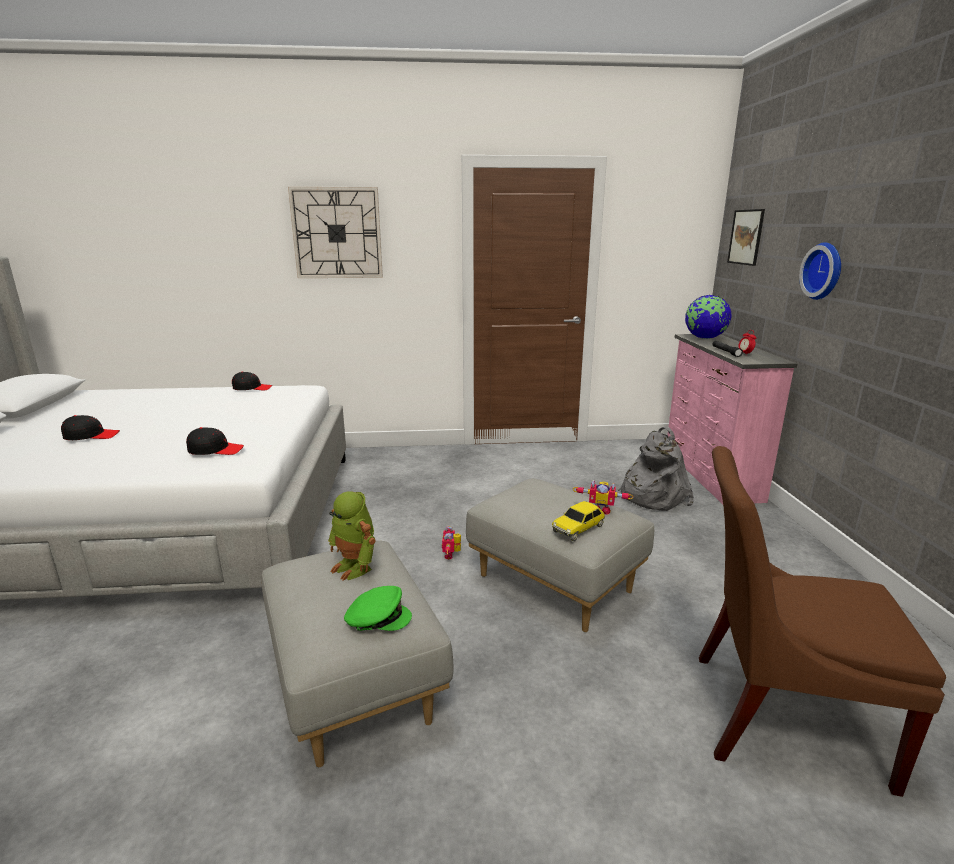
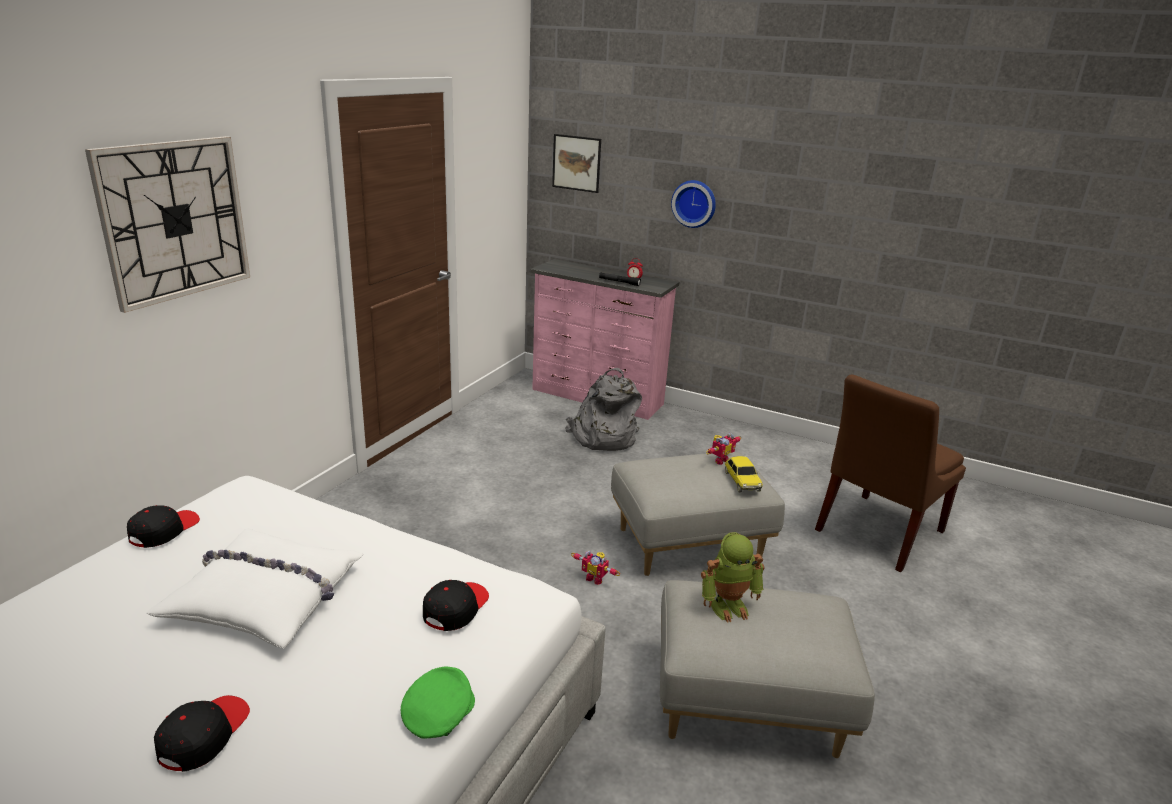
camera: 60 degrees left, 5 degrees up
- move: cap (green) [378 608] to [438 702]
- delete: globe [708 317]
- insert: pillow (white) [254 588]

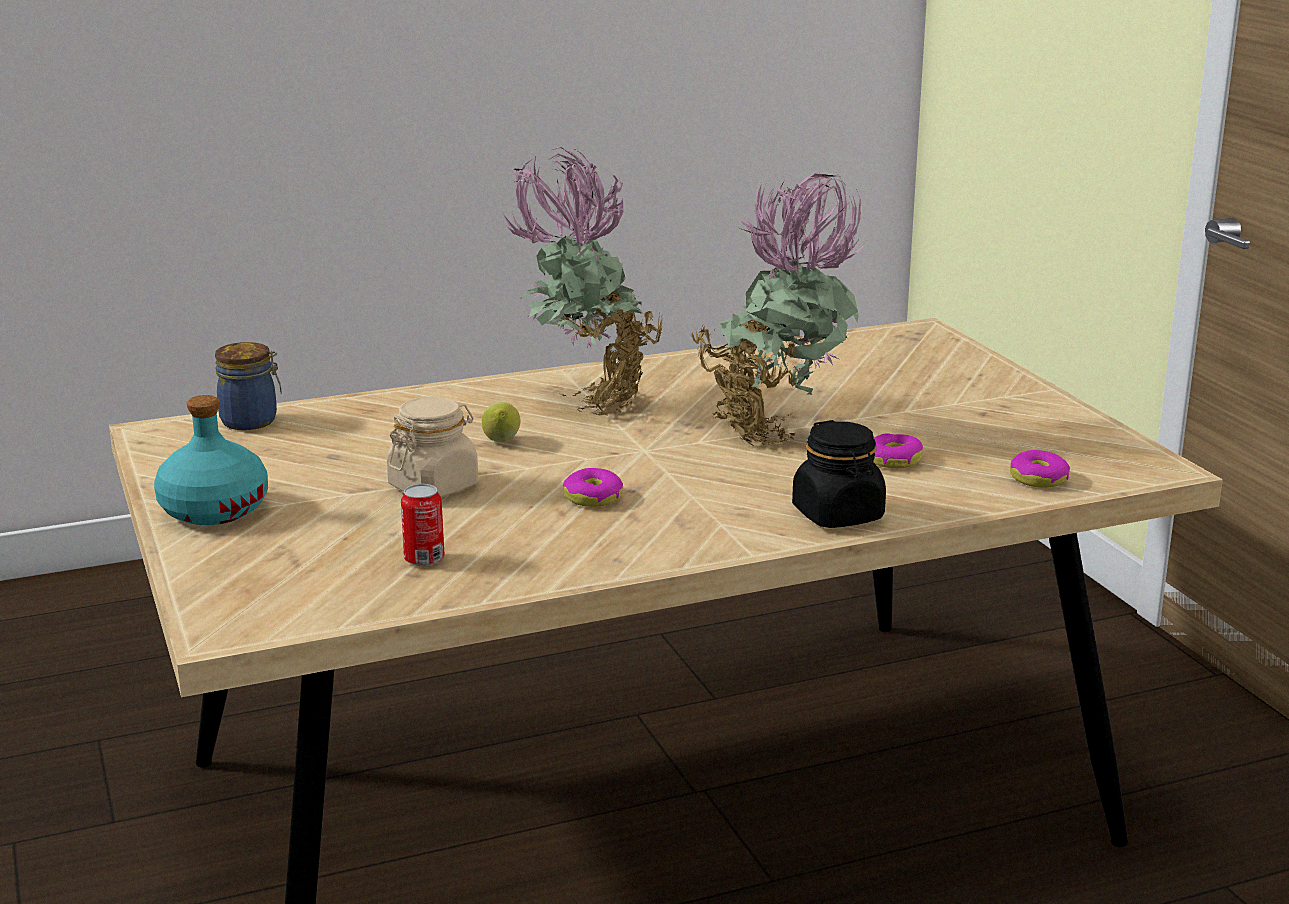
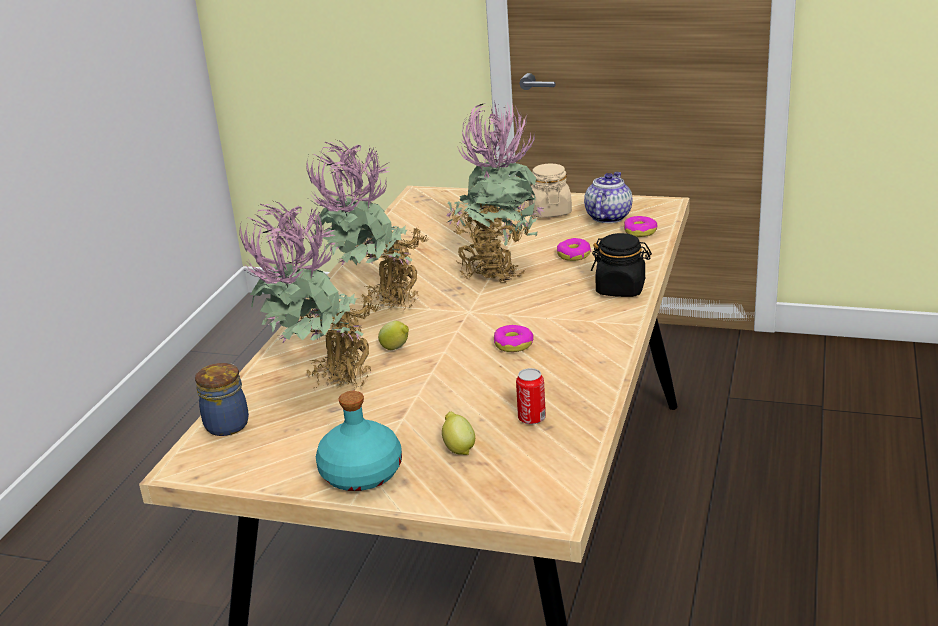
camera: 50 degrees left, 5 degrees up
- move: jar (beige) [432 447] to [550 191]
- insert: potted plant [309 295]
- insert: lemon [458 433]
- insert: teapot [608 197]

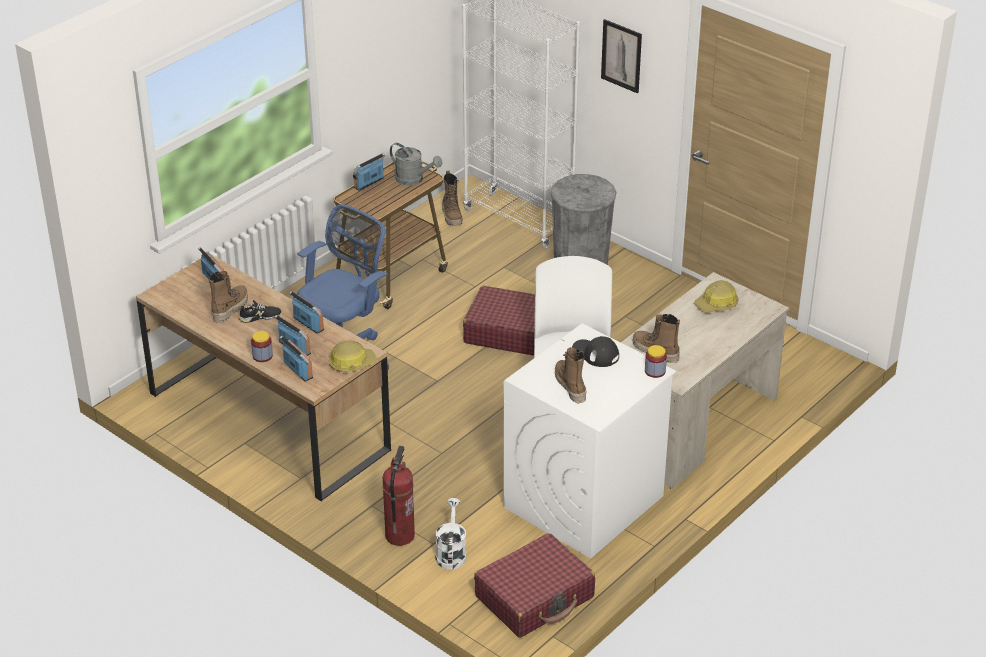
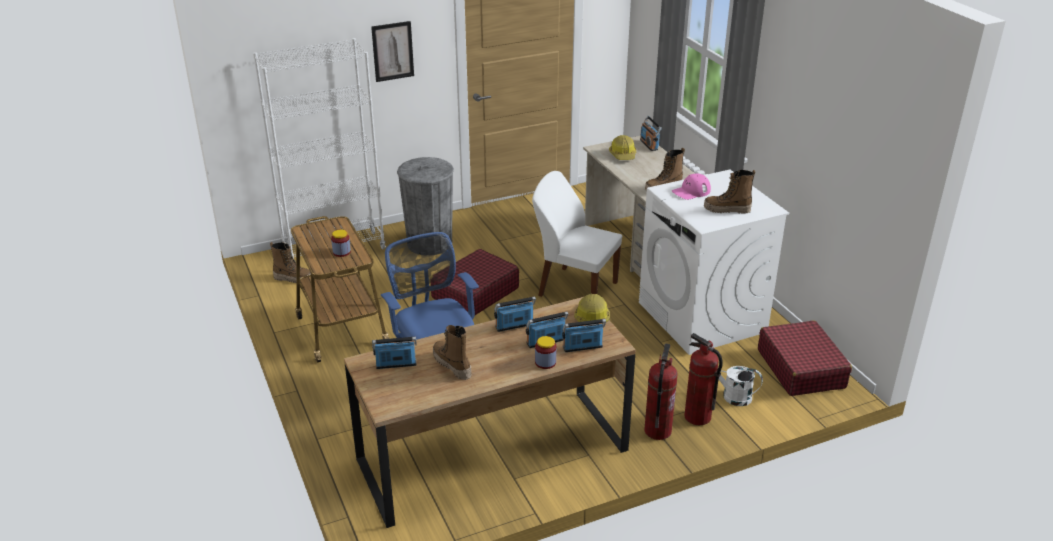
camera: 65 degrees left, 5 degrees down
- delete: shoe (black) [260 311]
- move: radio [369 172] to [651 133]
- delete: watering can (grey) [416 164]
- recolor: cap (black) [595 351] to cap (pink) [691 186]
- move: jar [656 361] to [341 243]
- insert: fire extinguisher [660 392]

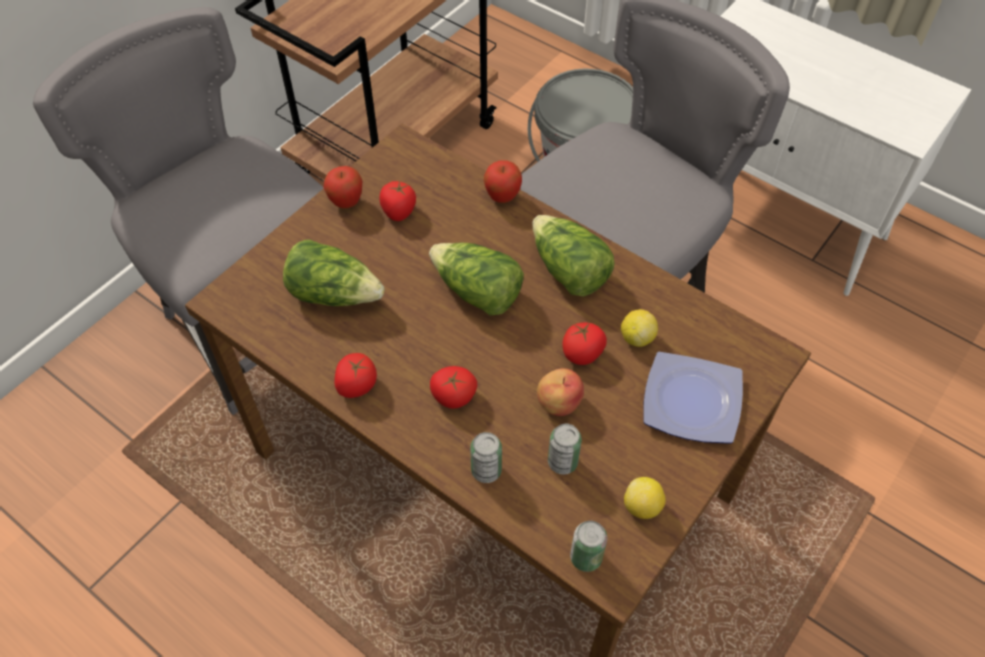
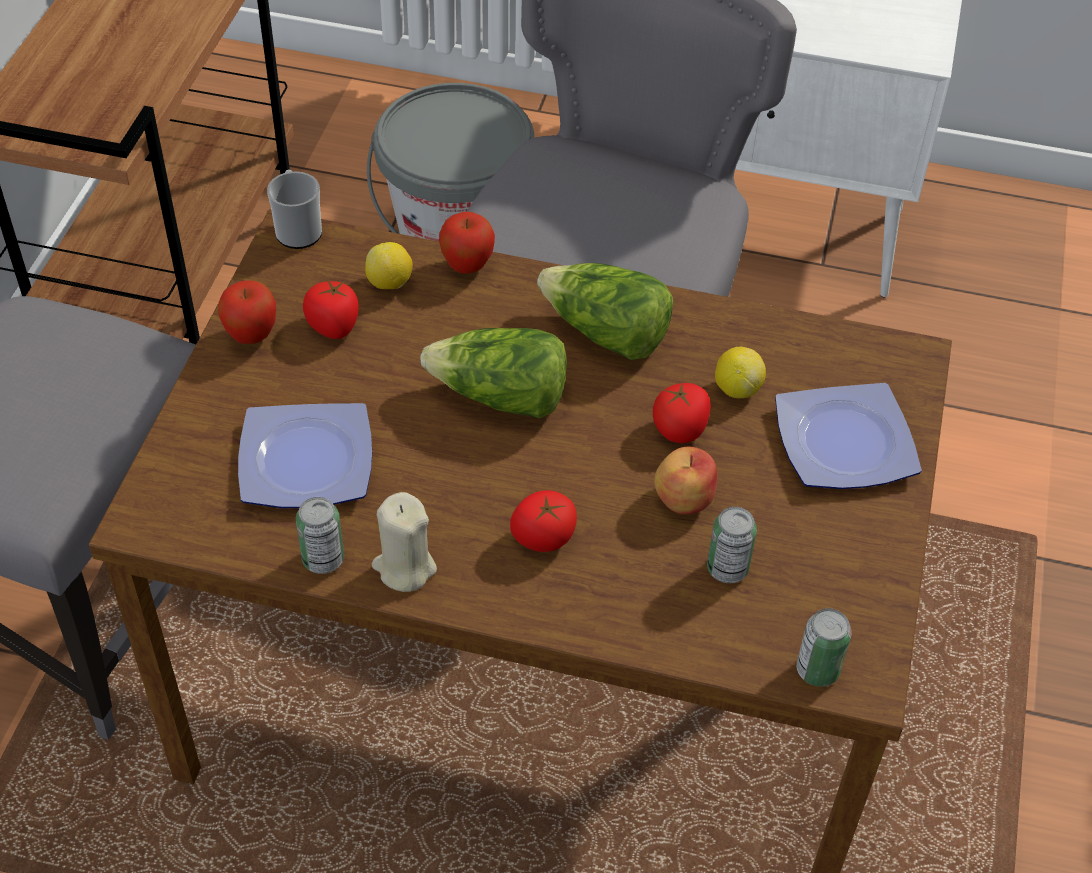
camera: 25 degrees left, 5 degrees down
- replace: lettuce [334 273] to plate [305 455]
- replace: tomato [355 375] to candle (beige) [404 542]
- move: can [486 457] to [320 535]
- move: lemon [645 498] to [389 265]
- insert: mug [294 209]

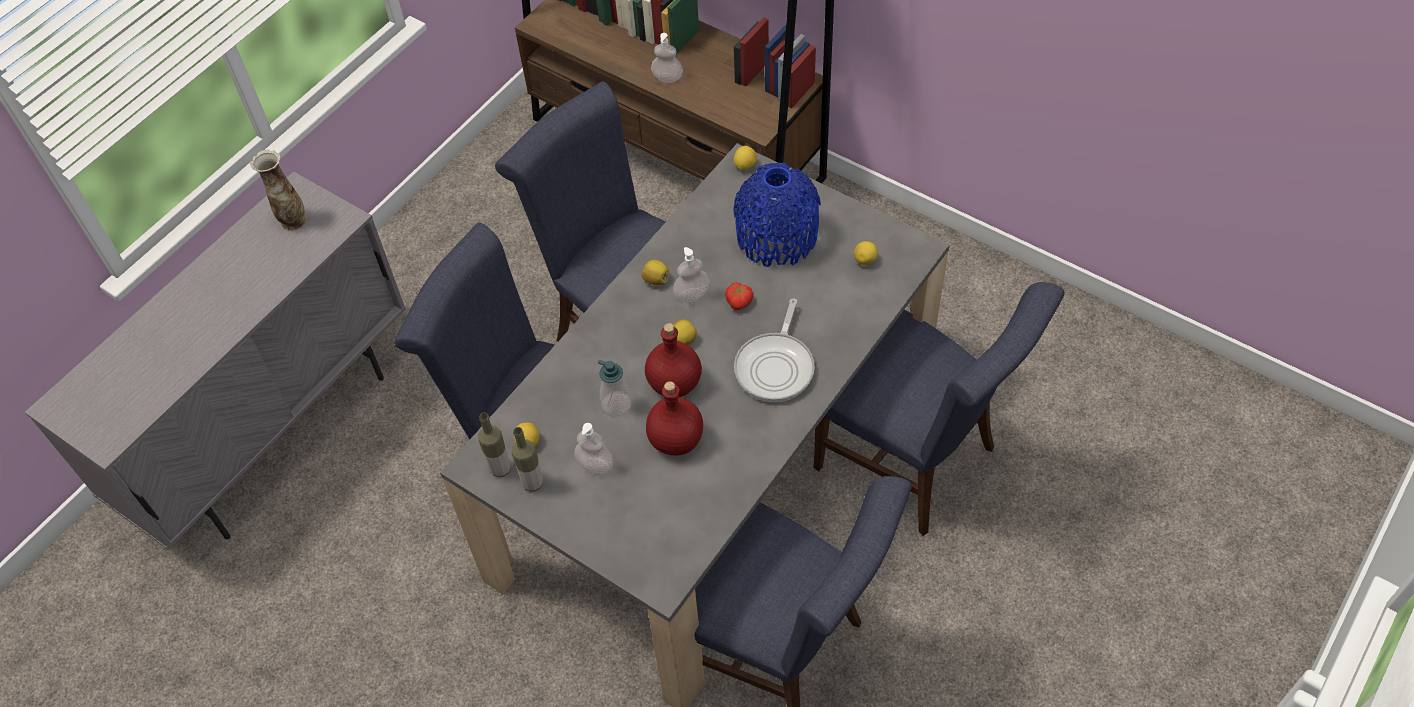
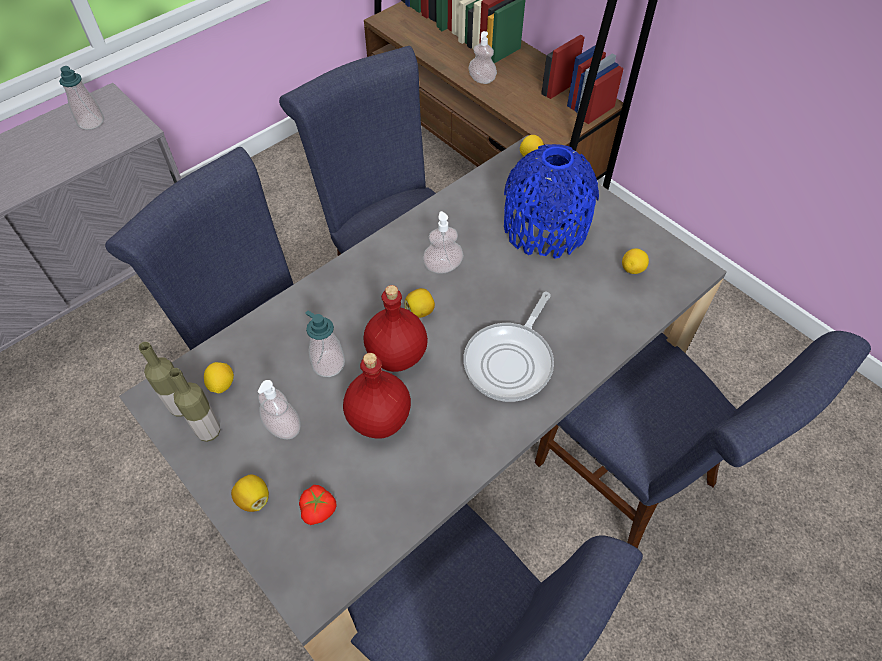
camera: 10 degrees right, 0 degrees up
- replace: vase [278 190] to soap dispenser [81 98]
- move: lemon [655 273] to [250 493]
- move: tomato [739 296] to [318 505]

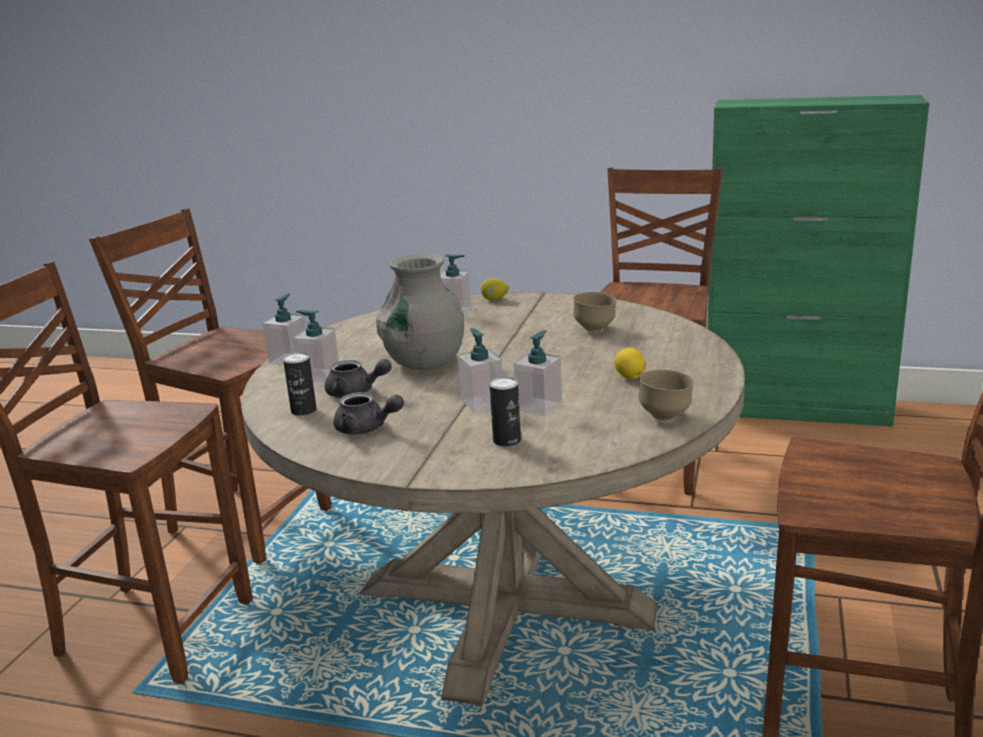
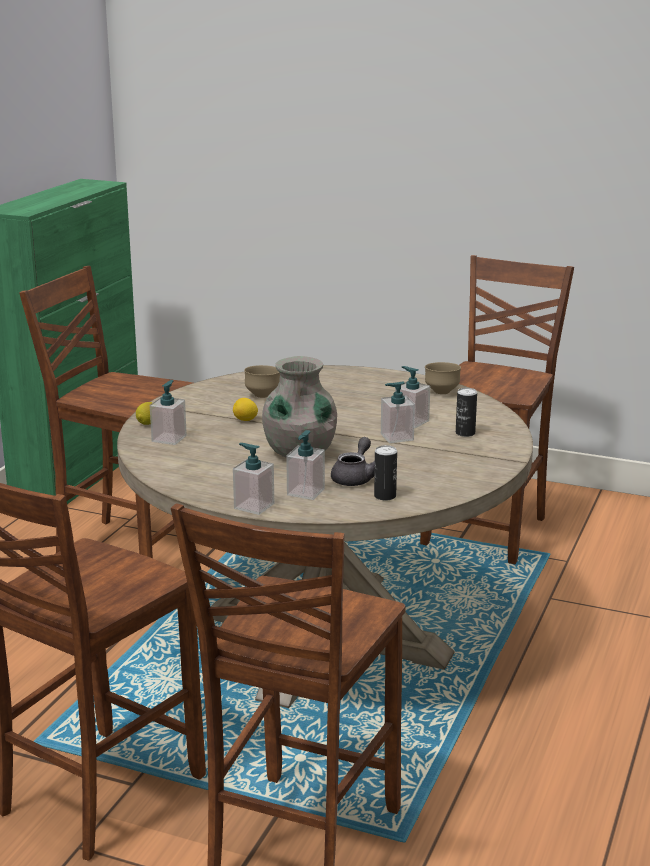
camera: 85 degrees left, 0 degrees up
- delete: teapot (grey) [369 413]
- move: lemon [629 363] to [245 409]

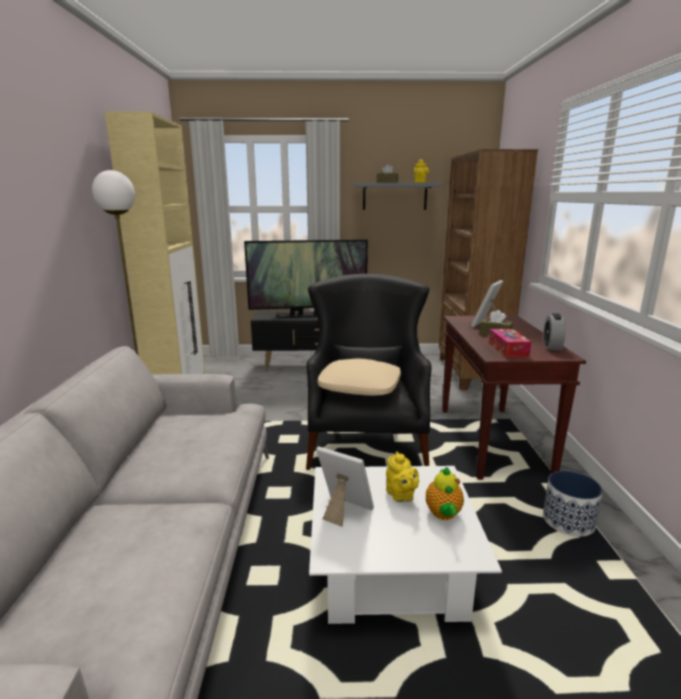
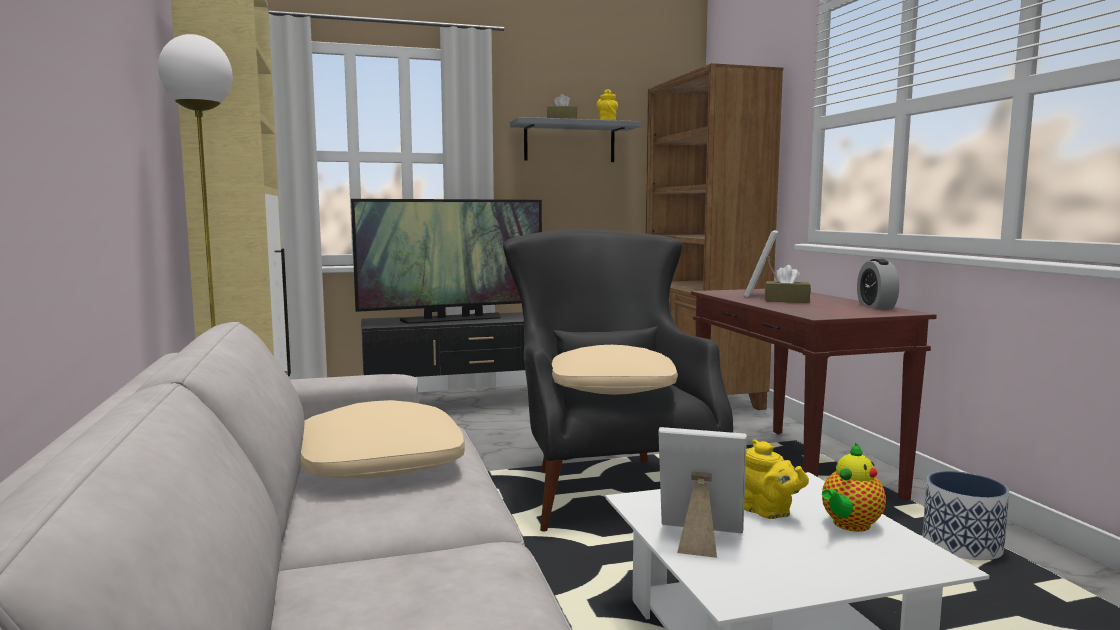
camera: 15 degrees left, 10 degrees down
- rotate: teapot [445 493] = [854 487] 60 degrees clockwise
- delete: tissue box [510 343]
- insert: pillow (beige) [383 439]

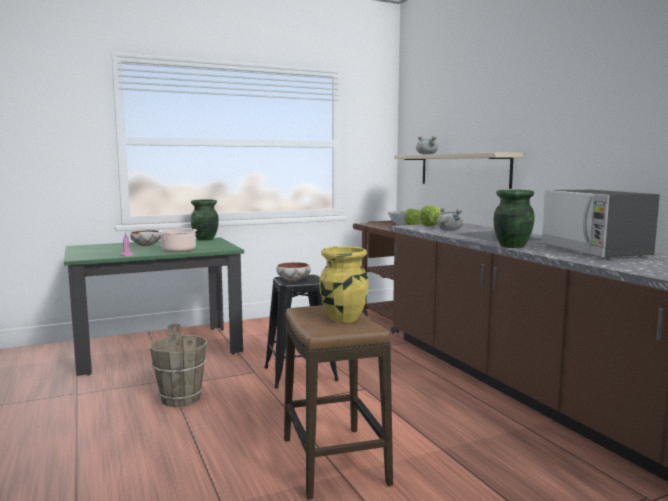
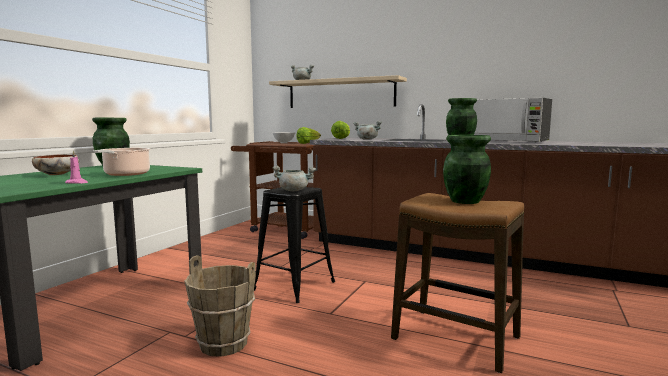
camera: 40 degrees left, 0 degrees up
- replace: bowl [293 272] to cooking pot (grey) [294 178]
- recolor: vase (yellow) [344 284] to vase (green) [467 169]

